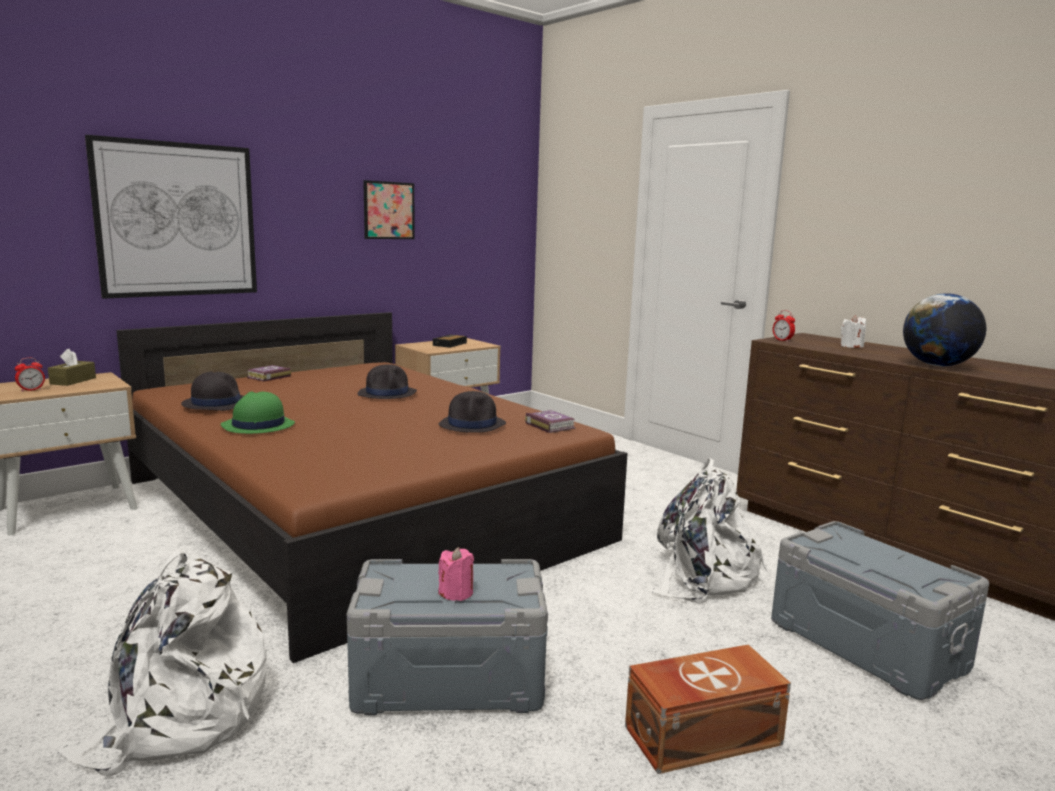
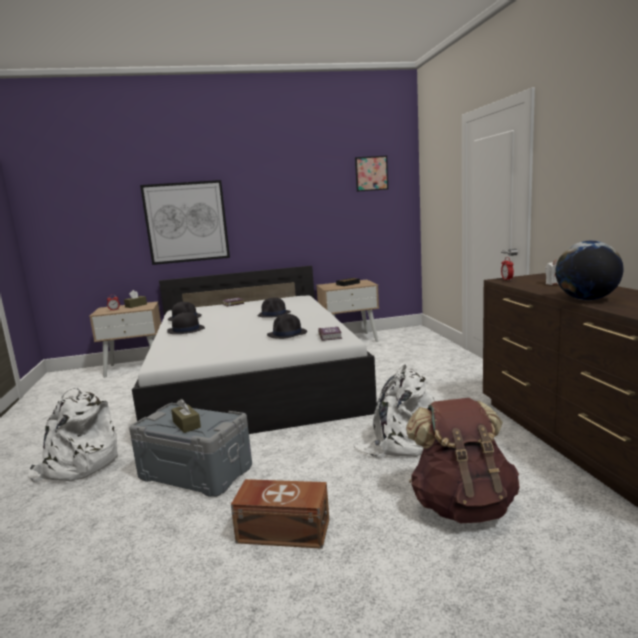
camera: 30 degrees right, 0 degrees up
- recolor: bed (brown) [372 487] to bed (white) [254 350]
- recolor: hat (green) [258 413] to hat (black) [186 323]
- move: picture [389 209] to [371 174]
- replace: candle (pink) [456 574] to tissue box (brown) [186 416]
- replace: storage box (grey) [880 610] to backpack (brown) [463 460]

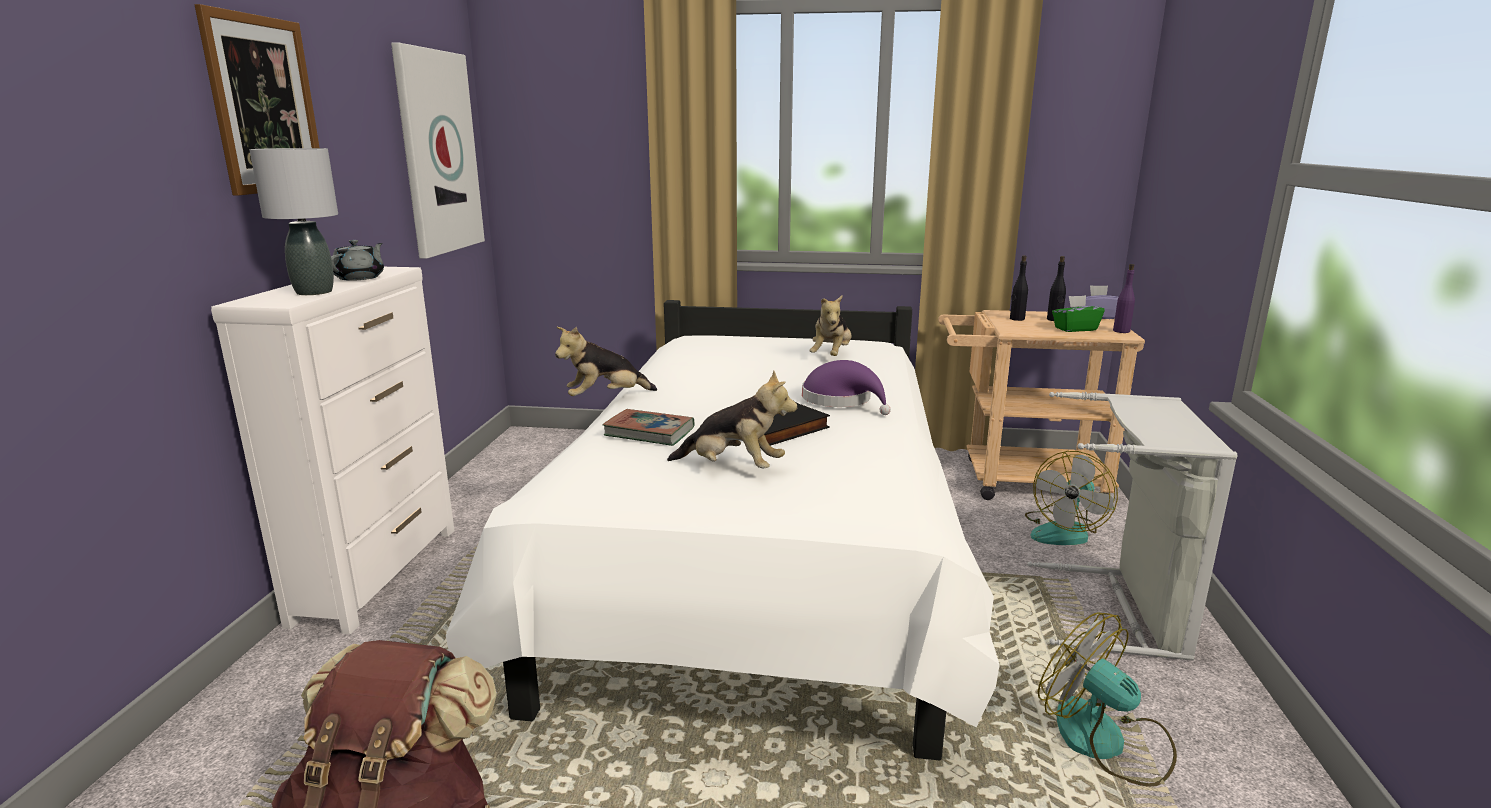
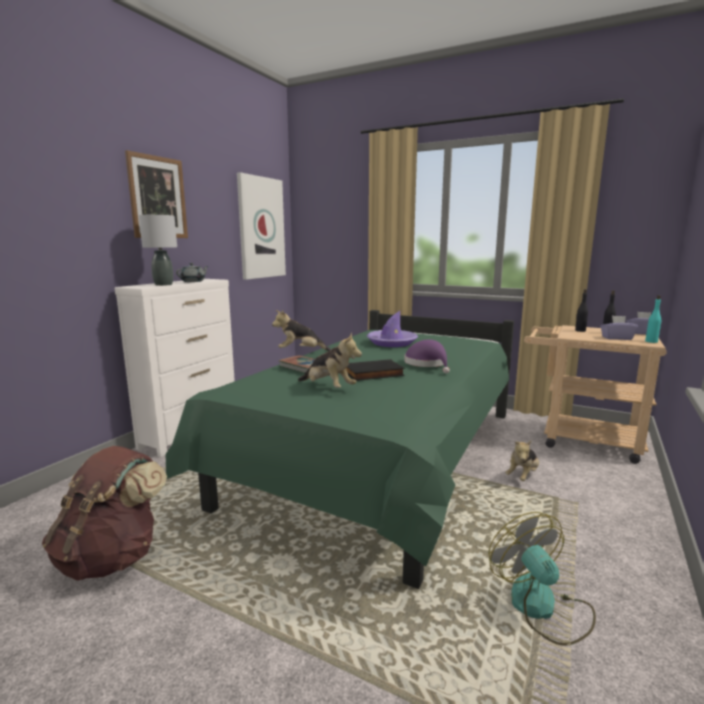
camera: 20 degrees right, 5 degrees down
- recolor: bed (white) [723 530] to bed (green) [339 449]
- move: plush toy [831 325] to [522 460]
- delete: fan [1071 498]
- delete: laundry basket (grey) [1132 526]
- recolor: tissue box (green) [1078 313] to tissue box (purple) [619 328]
- recolor: bottle (purple) [1124 298] to bottle (turquoise) [653 319]
- insert: hat (purple) [392 329]

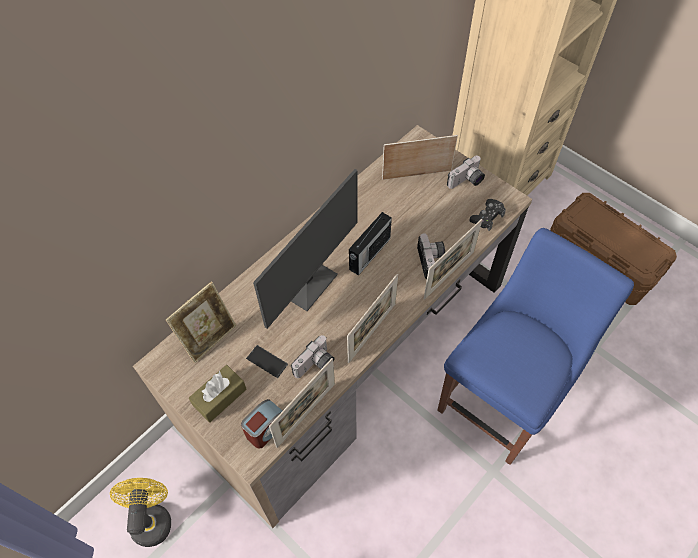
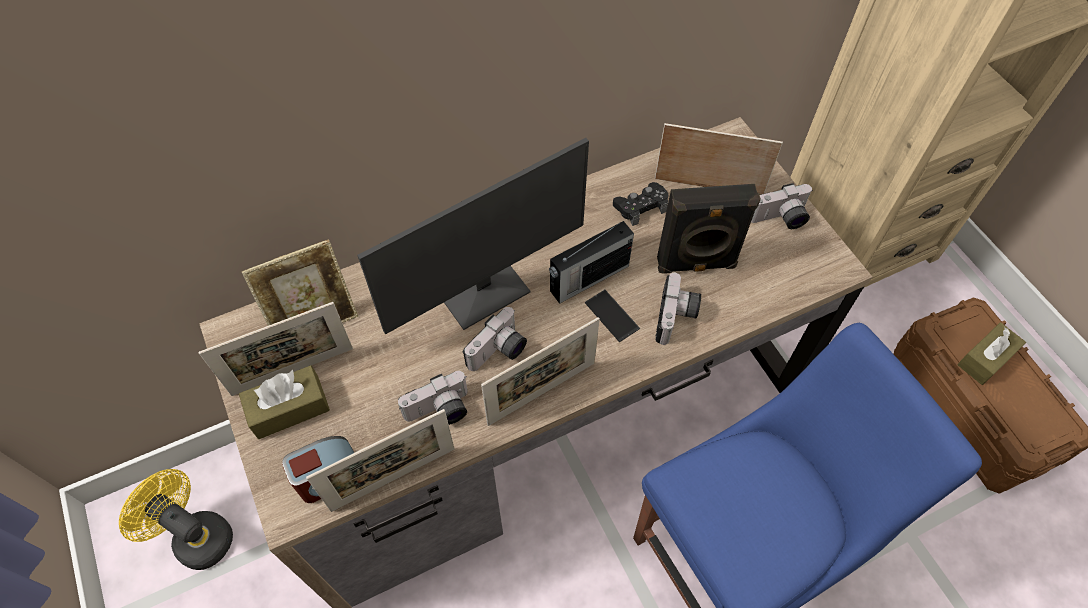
camera: 20 degrees right, 0 degrees up
- rotate: fan (yellow) [140 512] = [176 519] 75 degrees counterclockwise
- move: phone [267 361] to [612 316]
- move: picture frame [453 259] to [275 349]
- move: game controller (black) [487 215] to [640 204]
- insert: photo camera [495 339]
- insert: speaker (black) [709 229]
- insert: tissue box (brown) [991 353]

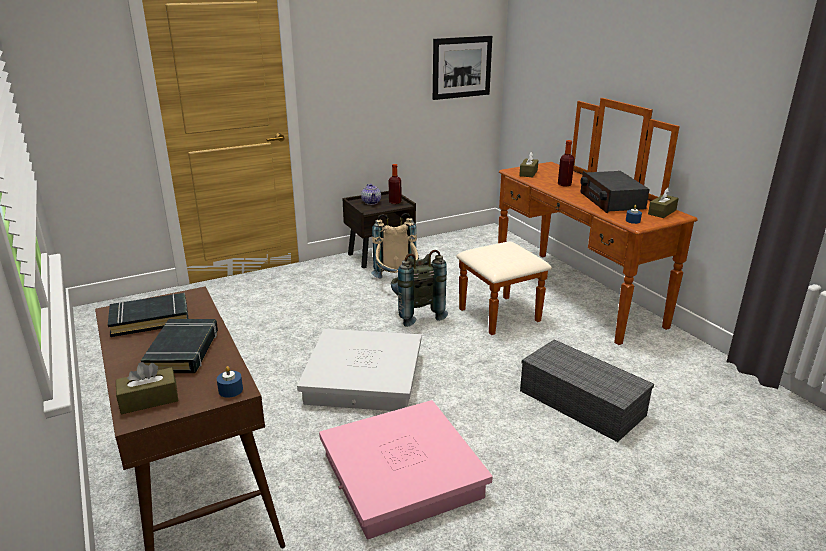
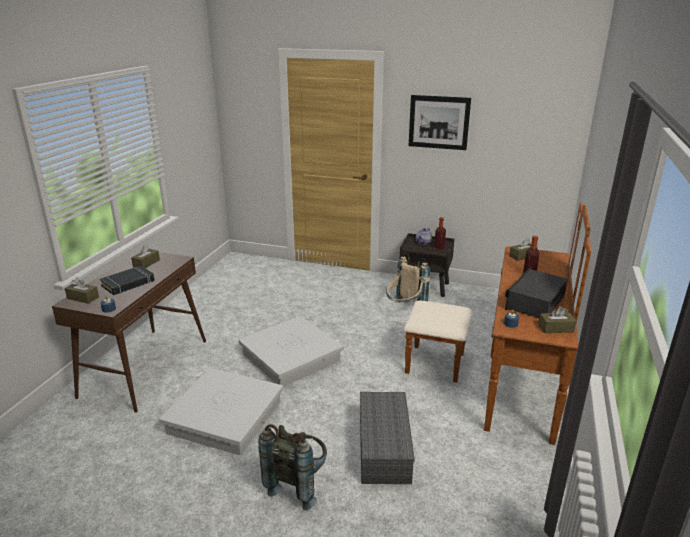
camera: 45 degrees right, 0 degrees up
- replace: book (black) [148 315] to tissue box (brown) [145 256]
- recolor: storage box (pink) [406 470] to storage box (white) [221 411]
- move: backpack (grey) [419 288] to [292 467]
- move: picture [462 68] to [440 122]

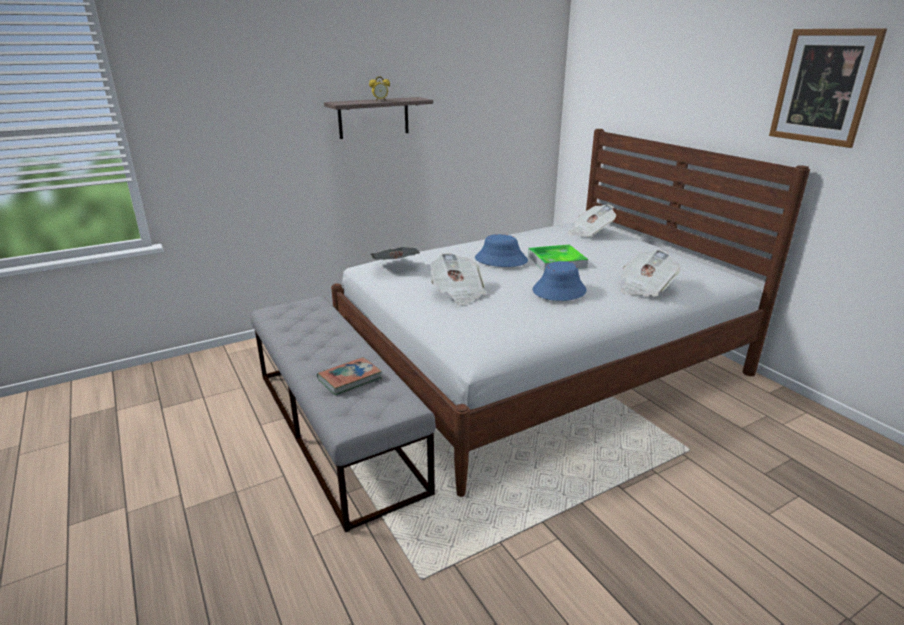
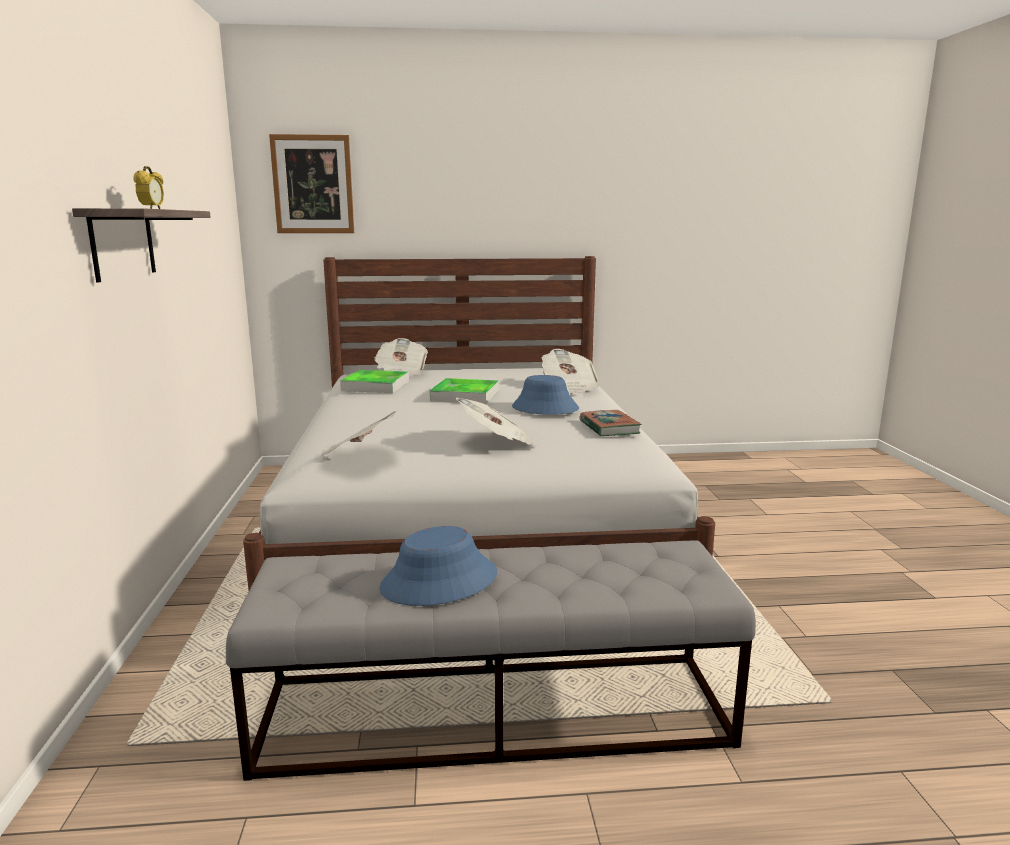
camera: 65 degrees left, 10 degrees down
- move: book [349 376] to [611 423]
- move: hat (blue) [501 250] to [438 566]
- move: picture [828 88] to [311 183]
- insert: tray [374 381]

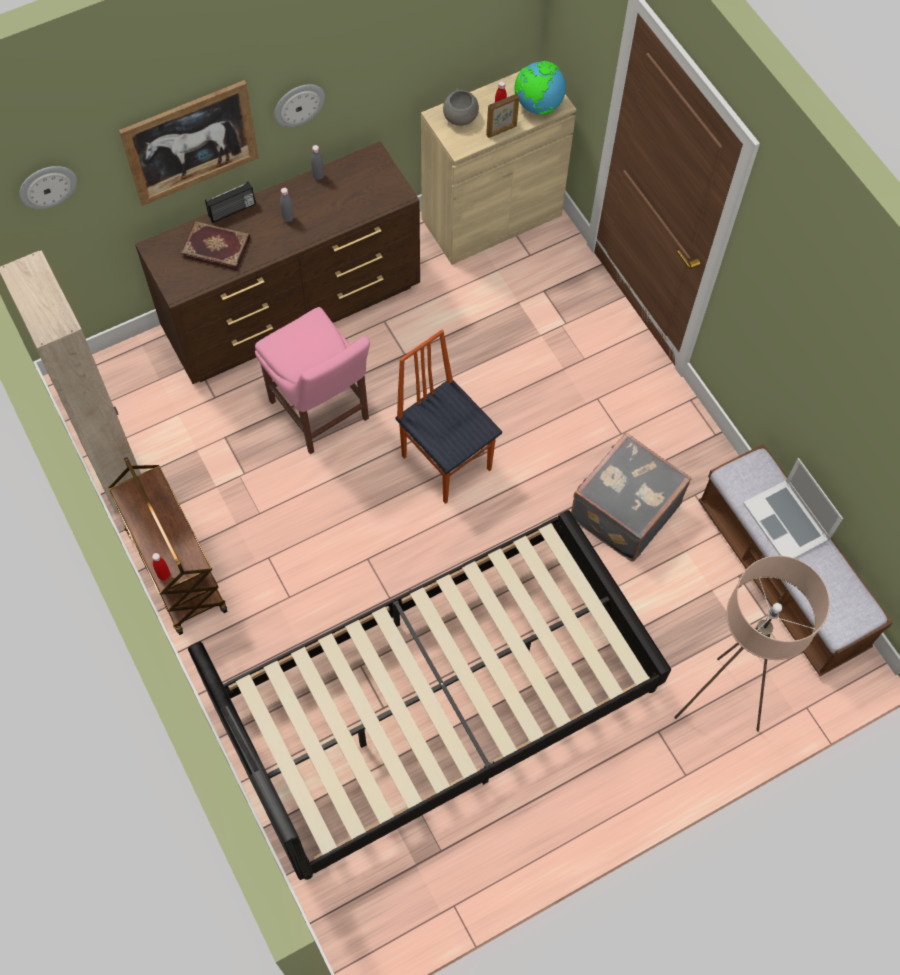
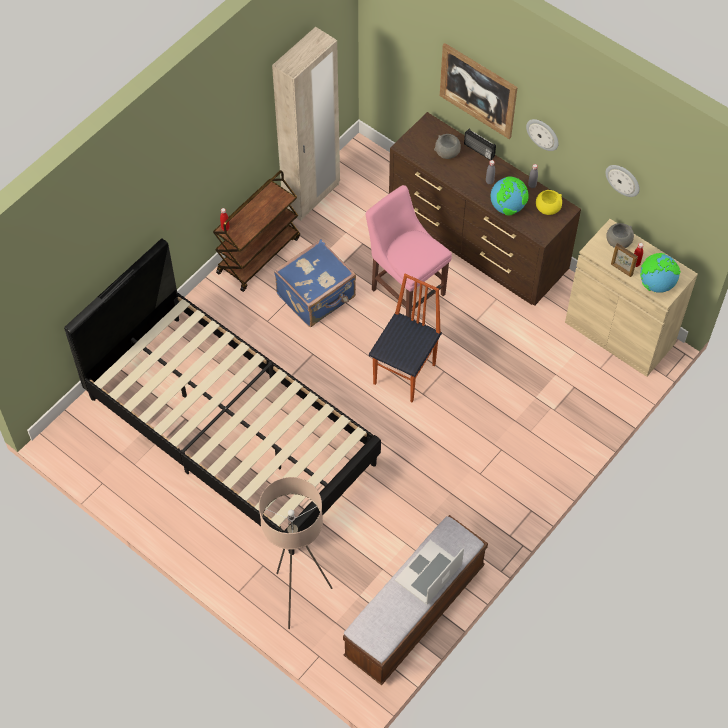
camera: 70 degrees right, 5 degrees down
- move: wall clock [48 187] to [623 181]
- replace: book [215 245] to bowl (grey) [447 146]
- rotate: chair (pink) [312 381] = [409 251] 105 degrees clockwise
- delete: suitcase (grey) [631 497]
- insert: suitcase (blue) [315 283]
- insert: globe [509 195]
- insert: bowl (yellow) [549 202]

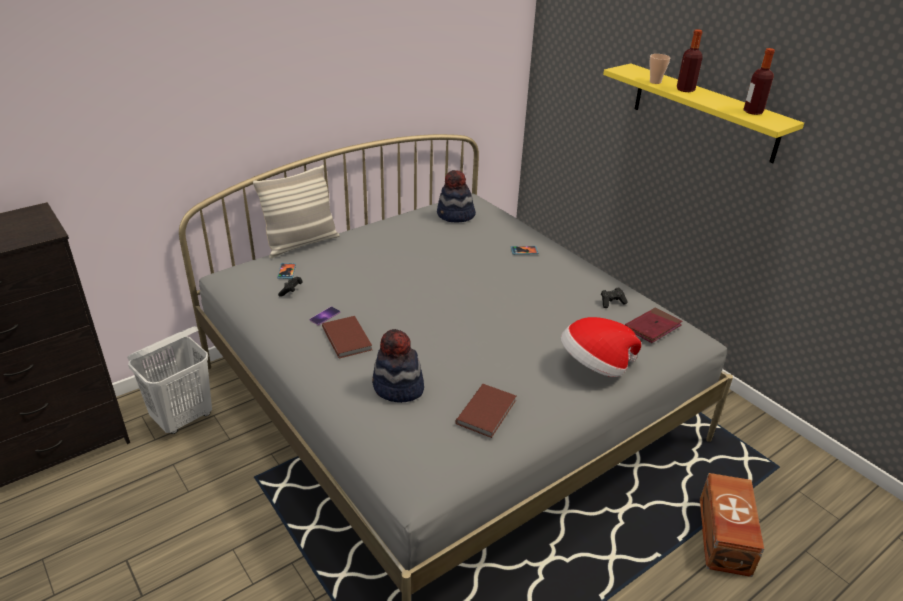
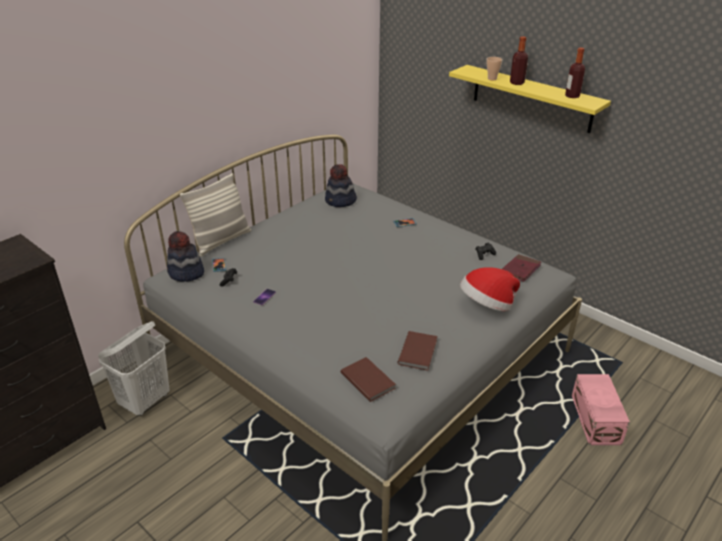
camera: 10 degrees left, 0 degrees up
- move: book (brown) [347 337] to [368 379]
- move: hat [398 366] to [185 256]
- recolor: storage box (brown) [732 525] to storage box (pink) [601 409]

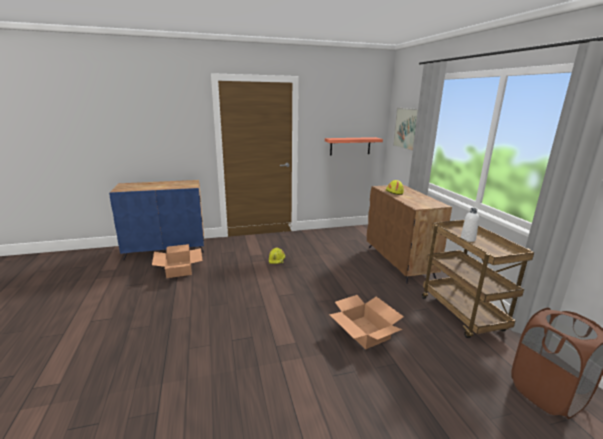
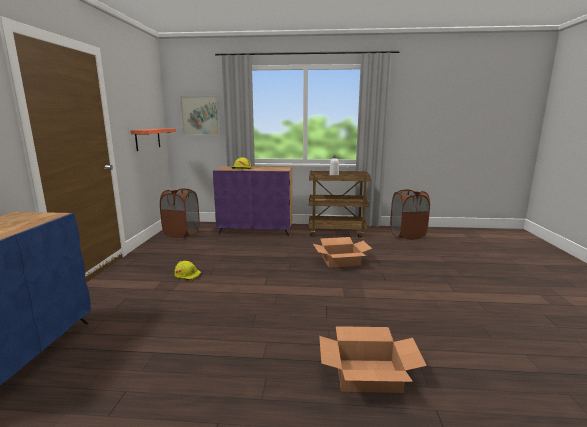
camera: 70 degrees left, 5 degrees down
- move: cardboard box [177 261] to [373 359]
- recolor: cabinet (brown) [409 234] to cabinet (purple) [252 201]
- insert: laundry basket (brown) [180 213]

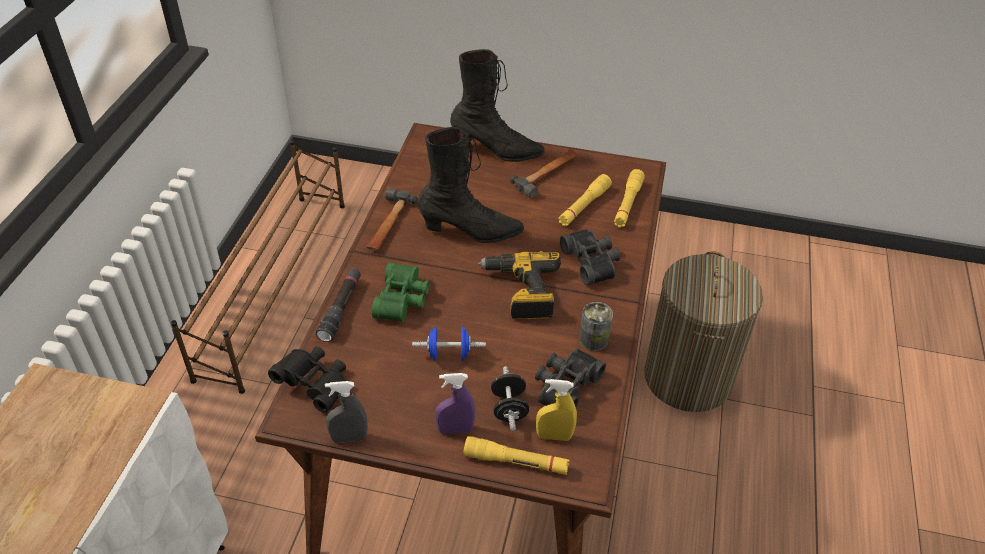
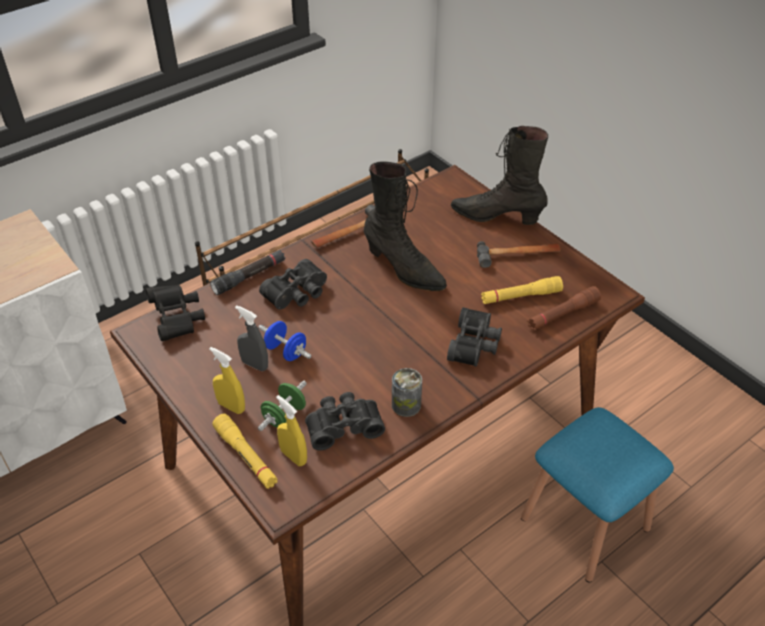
camera: 40 degrees right, 0 degrees up
- move: spray bottle (grey) [346 412] to [251 338]
- recolor: binoculars (green) [400 292] to binoculars (black) [293 284]
- recolor: spray bottle (purple) [455 403] to spray bottle (yellow) [227 380]
- rotate: boot (black) [497 105] = [499 175] 150 degrees clockwise
- delete: power drill [519 285]
- recolor: dumbbell (black) [510 398] to dumbbell (green) [282 406]
- recolor: flashlight (yellow) [629 198] to flashlight (brown) [564 308]
- replace: laundry basket [703 331] to stool (blue) [597 494]

